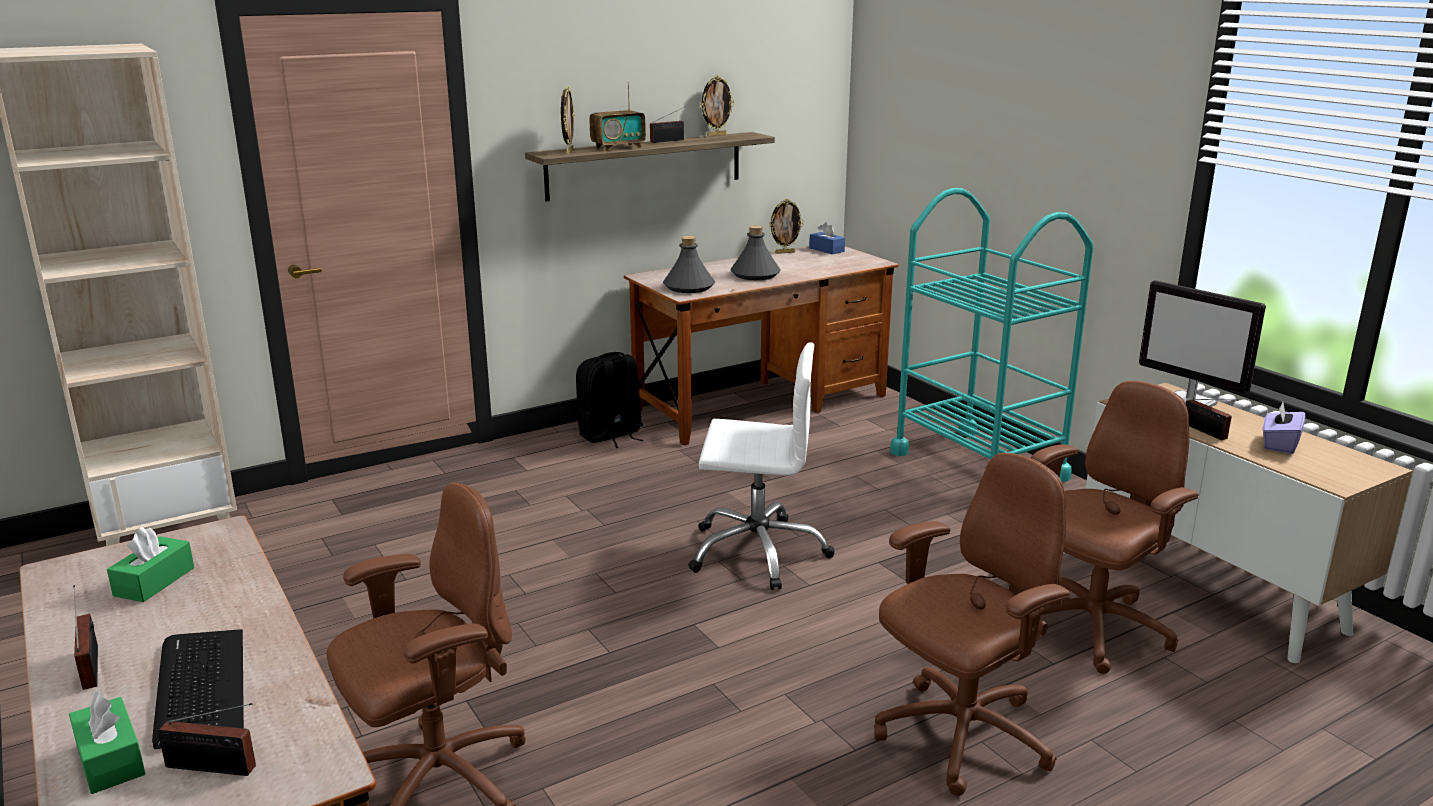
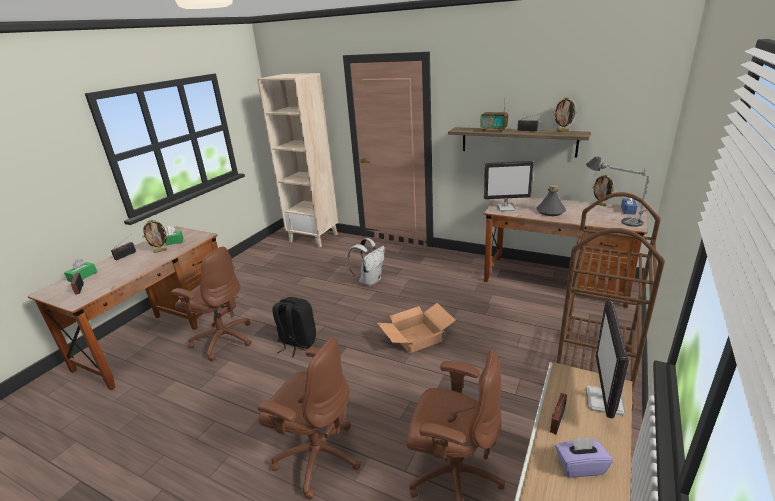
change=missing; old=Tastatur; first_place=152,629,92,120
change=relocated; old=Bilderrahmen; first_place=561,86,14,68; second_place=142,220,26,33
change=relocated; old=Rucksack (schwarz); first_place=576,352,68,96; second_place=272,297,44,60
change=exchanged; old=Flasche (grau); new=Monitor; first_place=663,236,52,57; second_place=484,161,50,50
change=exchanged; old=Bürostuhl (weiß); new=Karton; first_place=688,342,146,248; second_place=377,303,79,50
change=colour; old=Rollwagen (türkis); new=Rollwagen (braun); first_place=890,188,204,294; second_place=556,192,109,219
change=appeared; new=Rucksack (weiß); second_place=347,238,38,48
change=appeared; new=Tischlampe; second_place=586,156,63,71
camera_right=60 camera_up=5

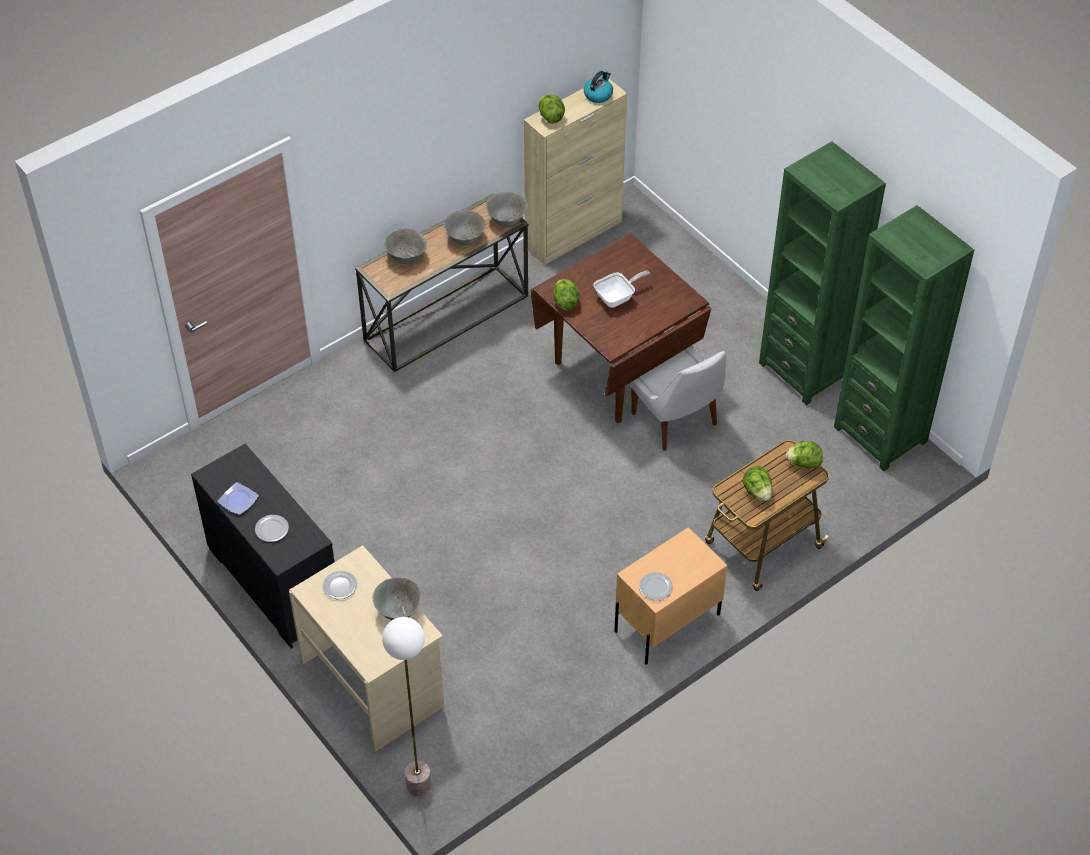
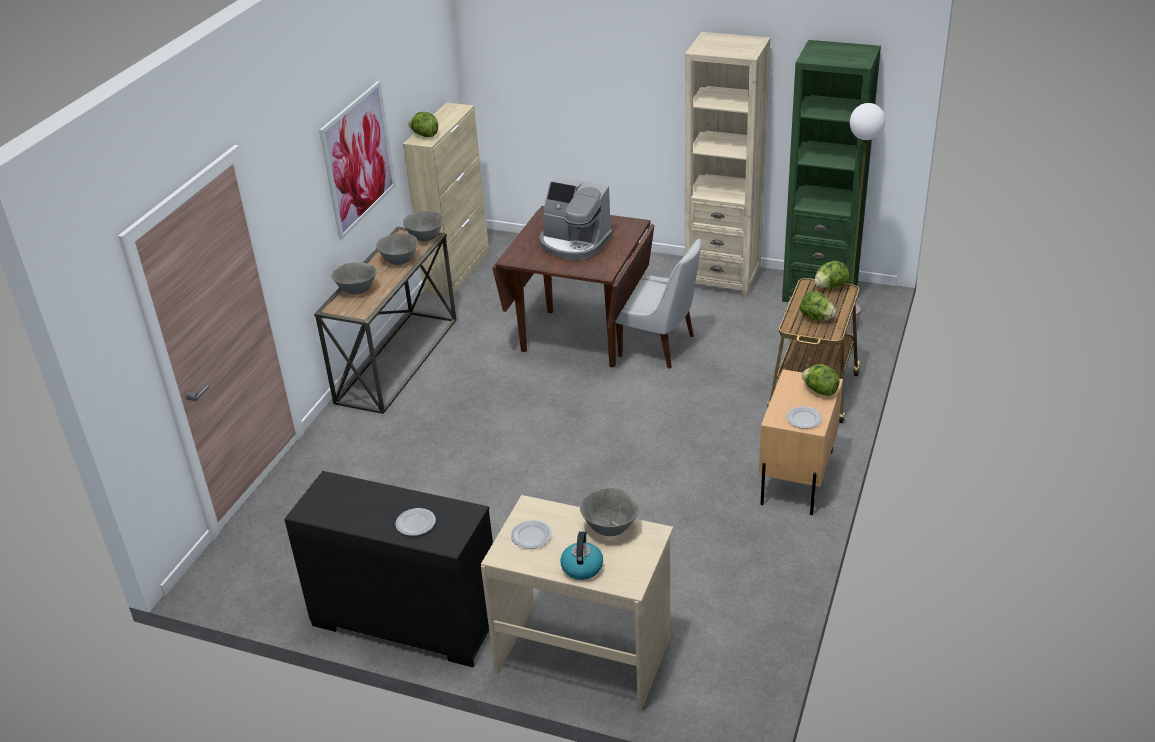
change=missing; old=Teller; first_place=217,482,42,33
change=relocated; old=Stehlampe; first_place=382,617,49,179; second_place=838,103,47,230
change=relocated; old=Salatkopf; first_place=553,279,27,31; second_place=802,364,37,32
change=relocated; old=Wasserkessel; first_place=584,71,29,32; second_place=560,531,43,49
change=exchanged; old=Pfanne; new=Kaffeemaschine; first_place=594,270,56,38; second_place=540,177,72,83
change=colour; old=Bücherregal (grün); new=Bücherregal (beige); first_place=759,141,127,264; second_place=685,32,85,266
change=appeared; new=Bild; second_place=319,81,77,158
camera_right=-30 camera_up=-15

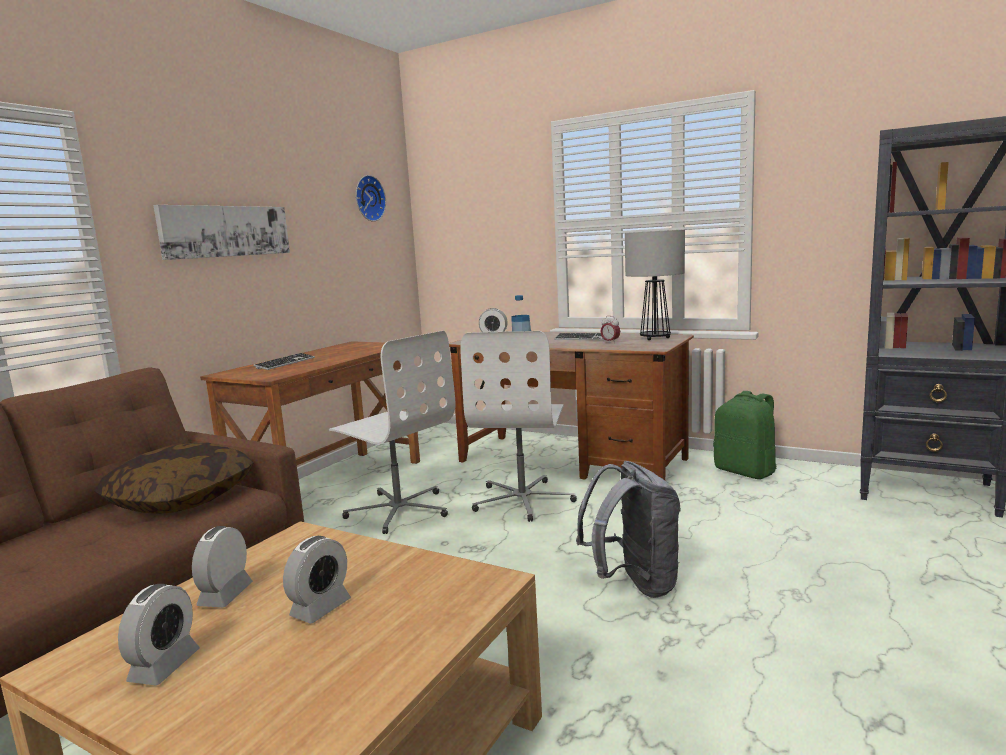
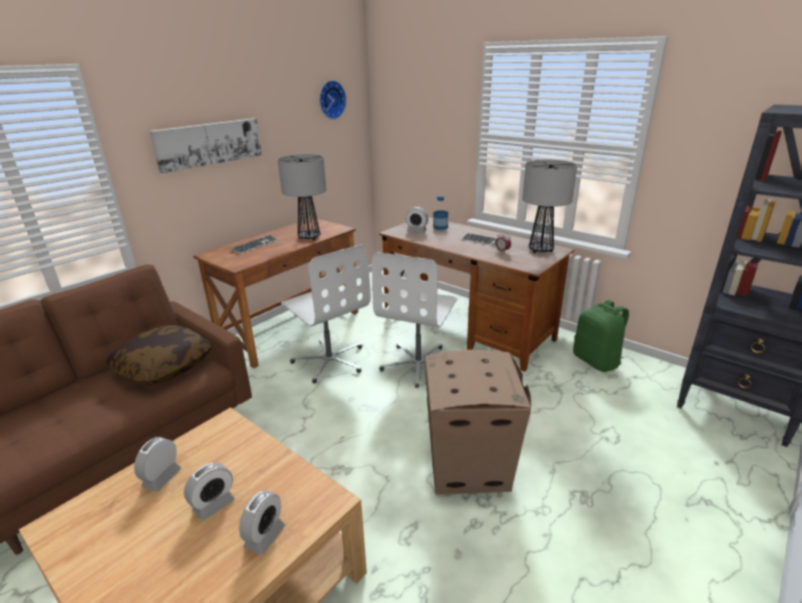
change=relocated; old=Wecker; first_place=118,584,82,101; second_place=239,490,46,65
change=exchanged; old=Rucksack (grau); new=Karton; first_place=576,461,105,137; second_place=425,350,106,145
change=appeared; new=Tischlampe; second_place=278,154,48,86
camera_right=10 camera_up=15

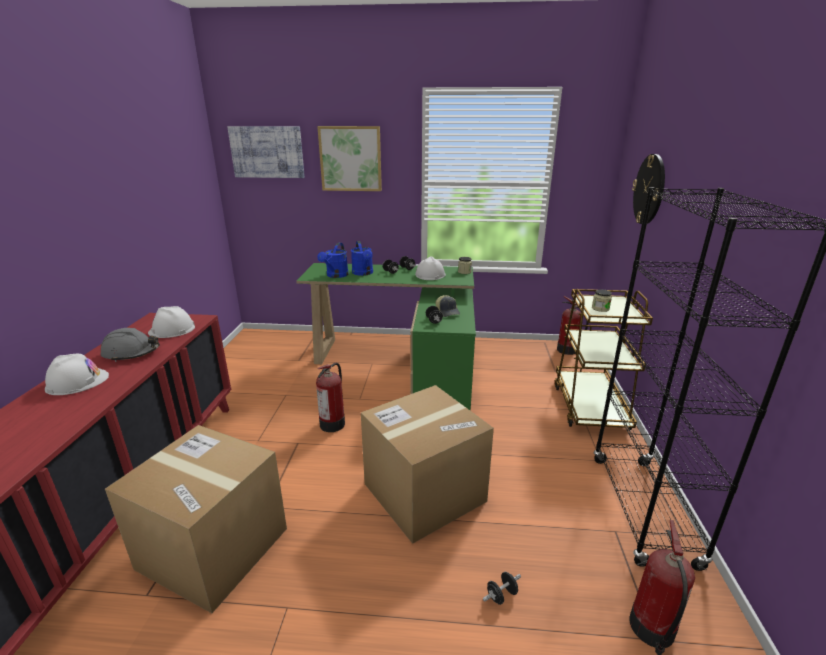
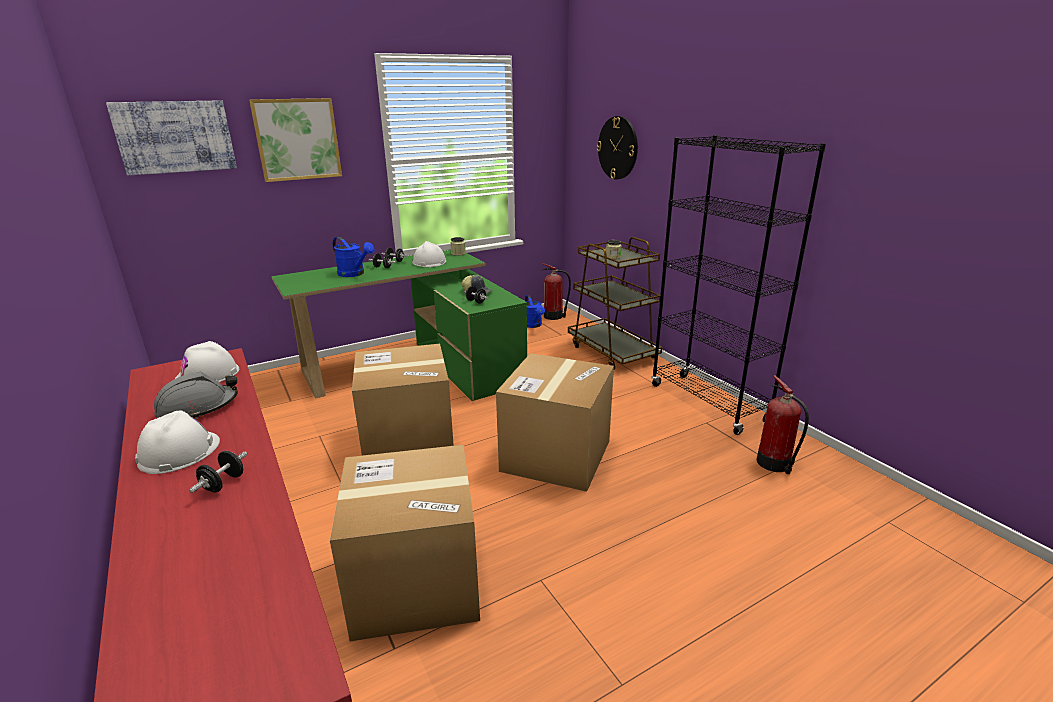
change=exchanged; old=Feuerlöscher; new=Karton; first_place=316,363,29,69; second_place=352,344,102,111
change=relocated; old=Gießkanne (blau); first_place=317,243,32,35; second_place=525,295,20,33
change=relocated; old=Hantel (schwarz); first_place=483,572,38,33; second_place=189,451,58,42
camera_right=-35 camera_up=0

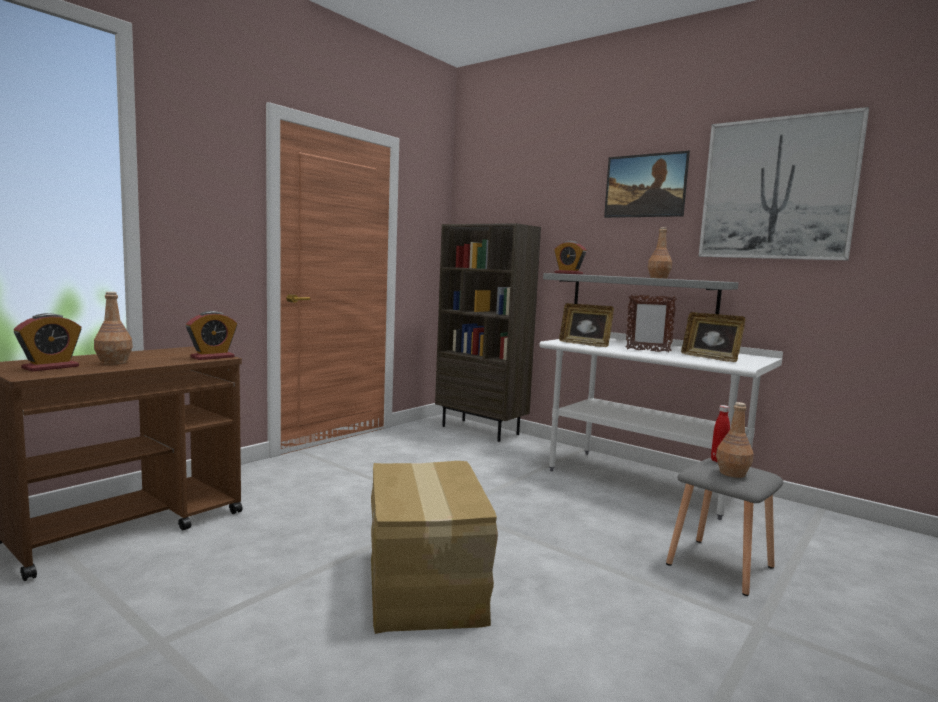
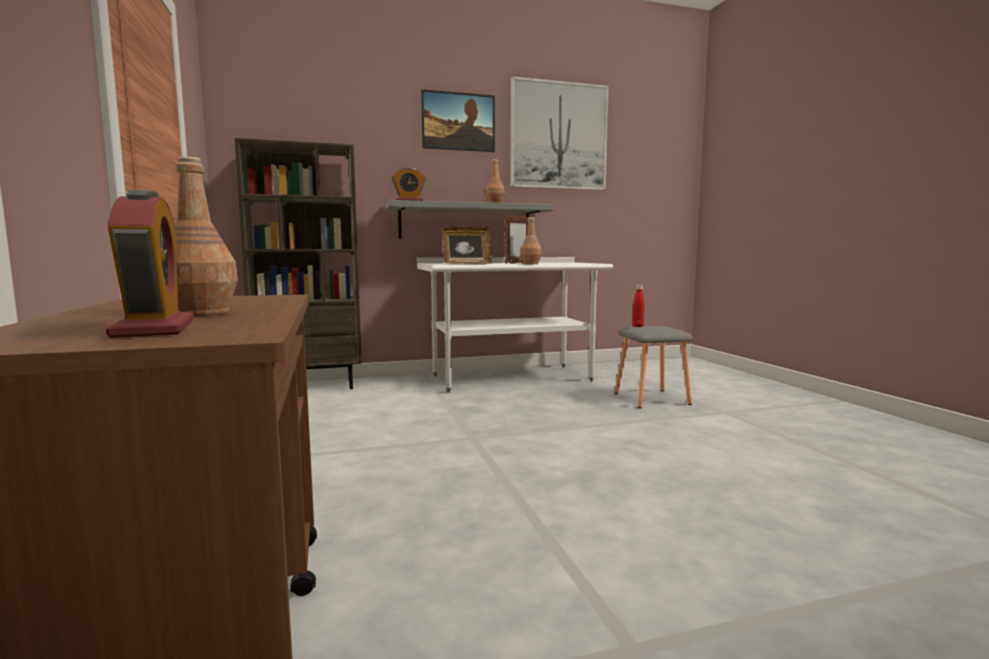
change=missing; old=Wecker; first_place=186,311,51,49
change=missing; old=Karton; first_place=371,461,127,173
change=missing; old=Bilderrahmen; first_place=681,312,64,50
change=relocated; old=Flasche (braun); first_place=716,402,38,76; second_place=520,217,22,47
camera_right=-55 camera_up=0

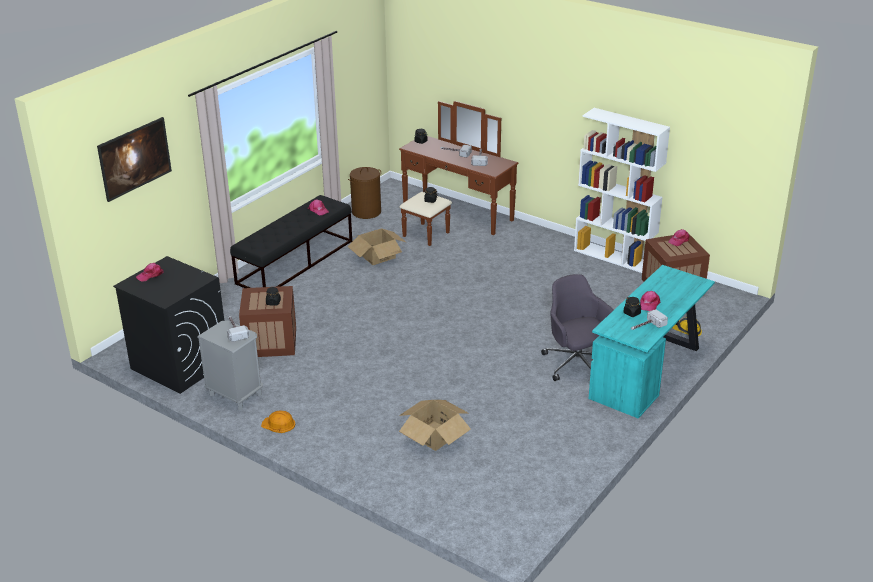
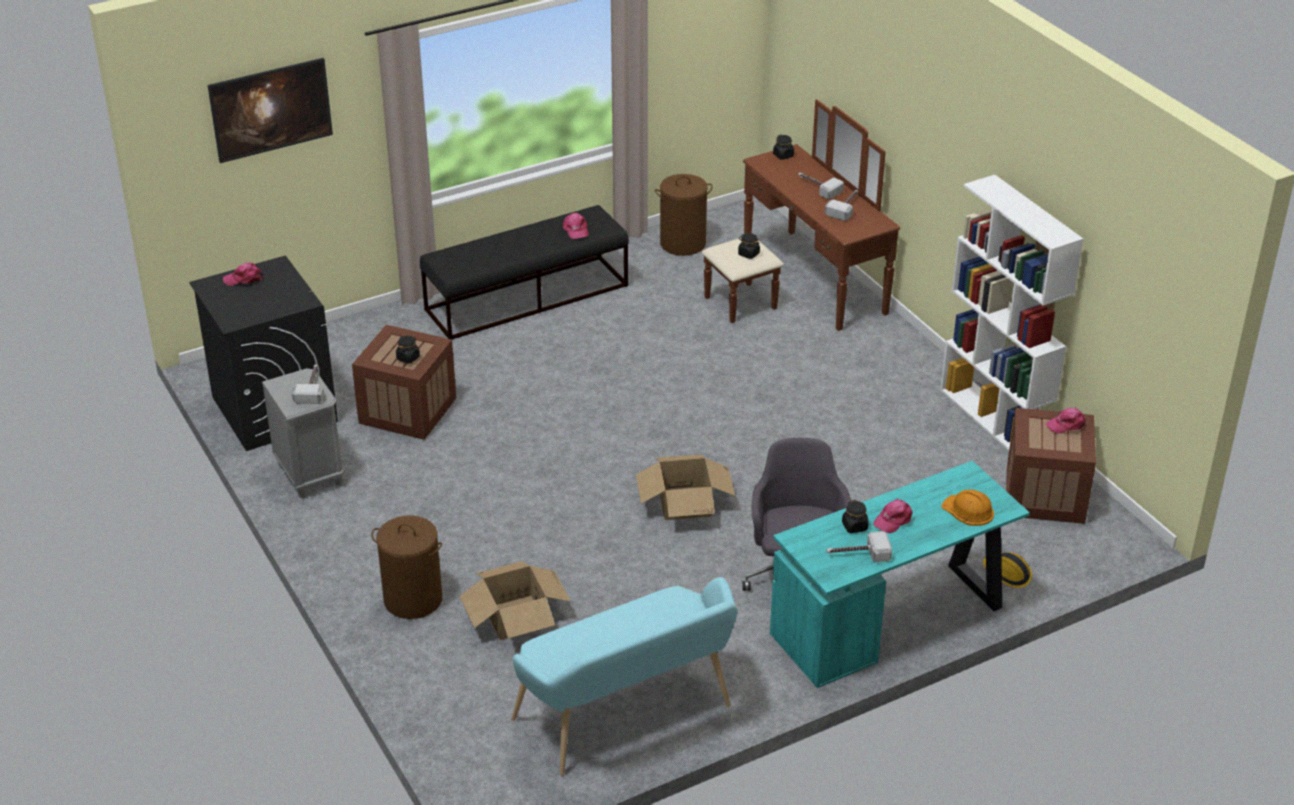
change=relocated; old=Schutzhelm (orange); first_place=261,410,34,23; second_place=941,490,53,36
change=relocated; old=Karton; first_place=347,228,60,37; second_place=636,454,99,66
change=appeared; new=Wäschekorb (braun); second_place=371,515,71,104
change=appeared; new=Bank (türkis); second_place=511,577,227,199
camera_right=25 camera_up=5

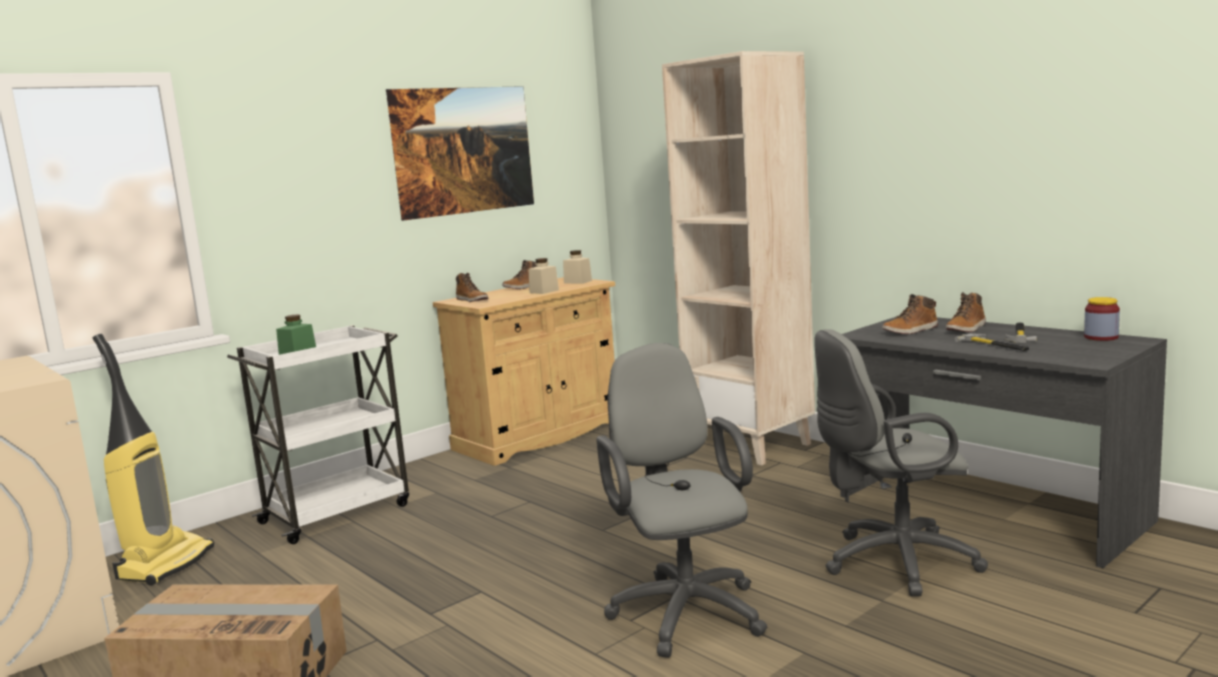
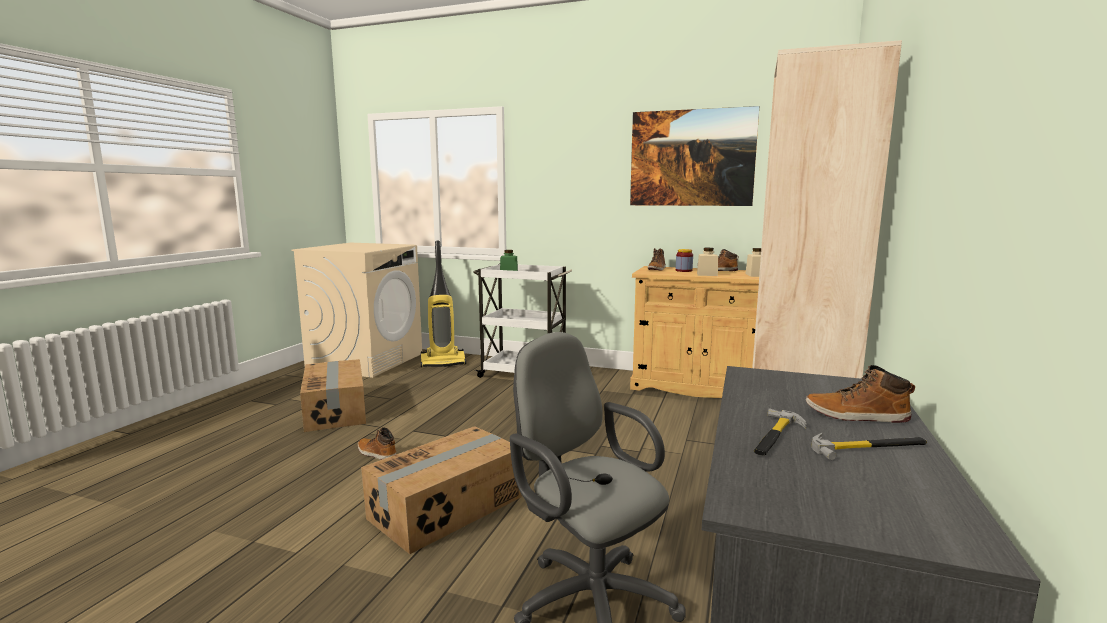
change=exchanged; old=Bürostuhl (grau); new=Karton; first_place=596,343,171,315; second_place=361,426,161,128
change=relocated; old=Stiefel; first_place=882,294,56,40; second_place=358,427,39,33
change=relocated; old=Vorratsglas; first_place=1084,297,36,44; second_place=676,249,17,23
camera_right=60 camera_up=0

